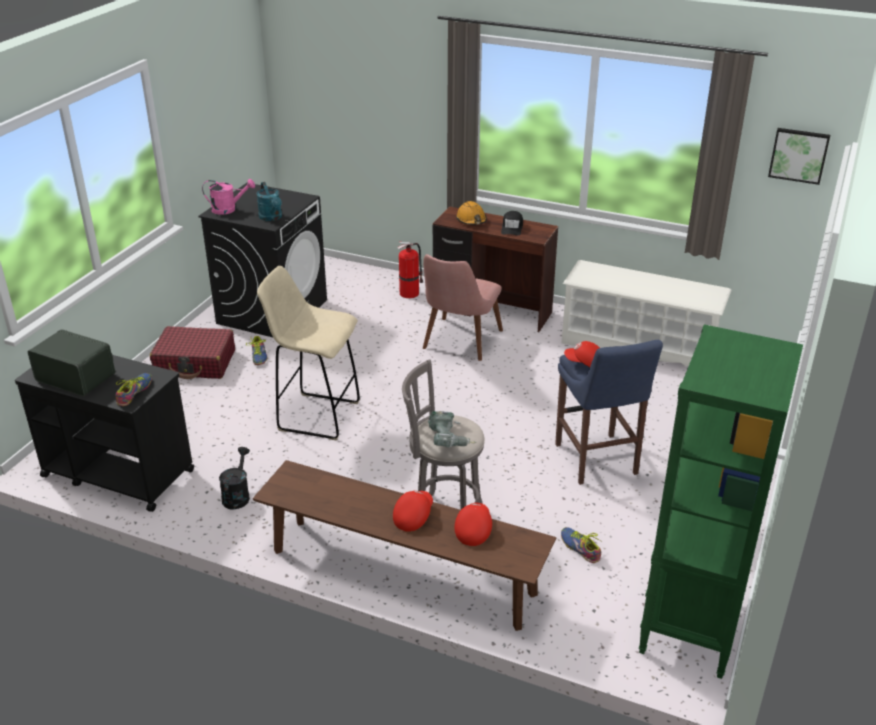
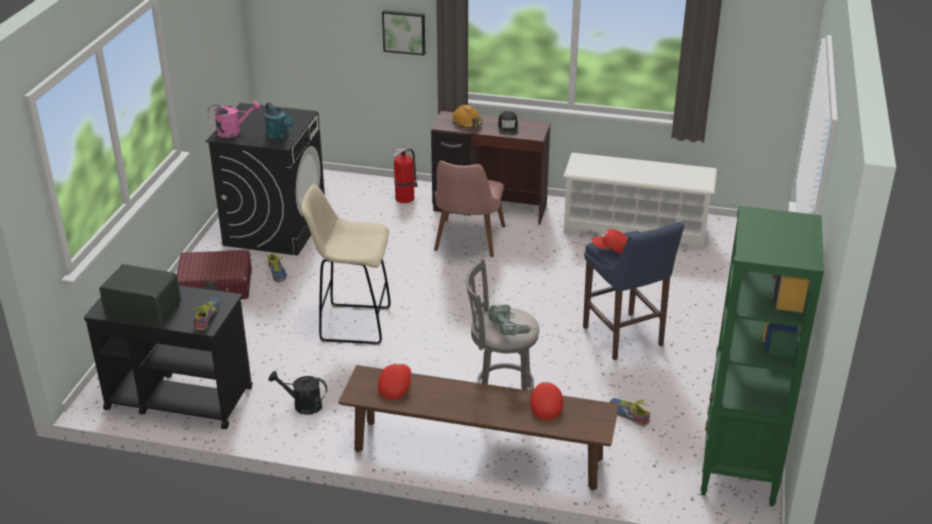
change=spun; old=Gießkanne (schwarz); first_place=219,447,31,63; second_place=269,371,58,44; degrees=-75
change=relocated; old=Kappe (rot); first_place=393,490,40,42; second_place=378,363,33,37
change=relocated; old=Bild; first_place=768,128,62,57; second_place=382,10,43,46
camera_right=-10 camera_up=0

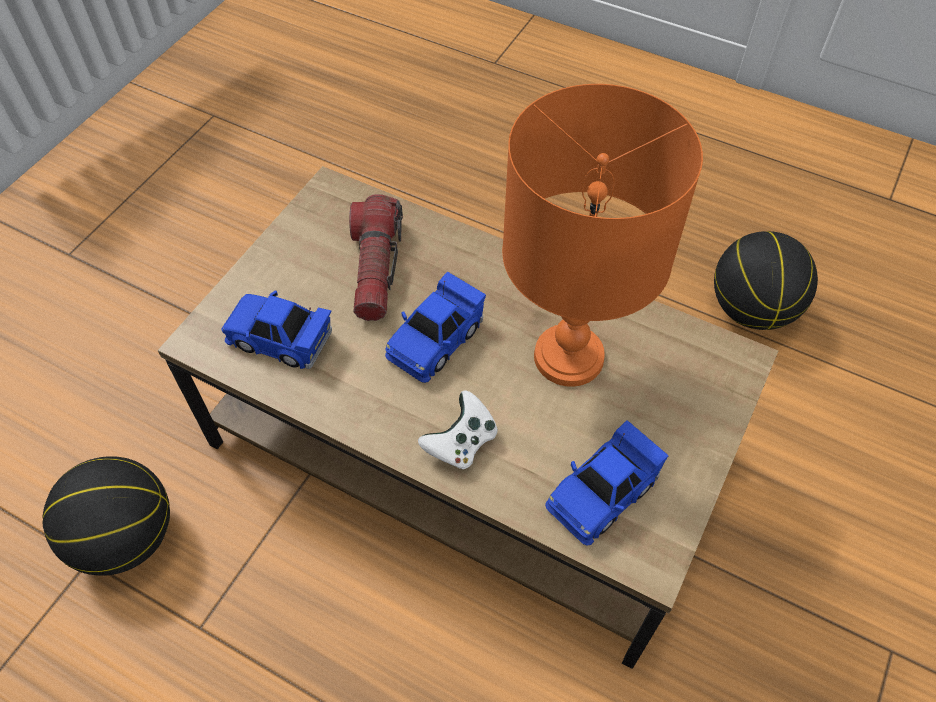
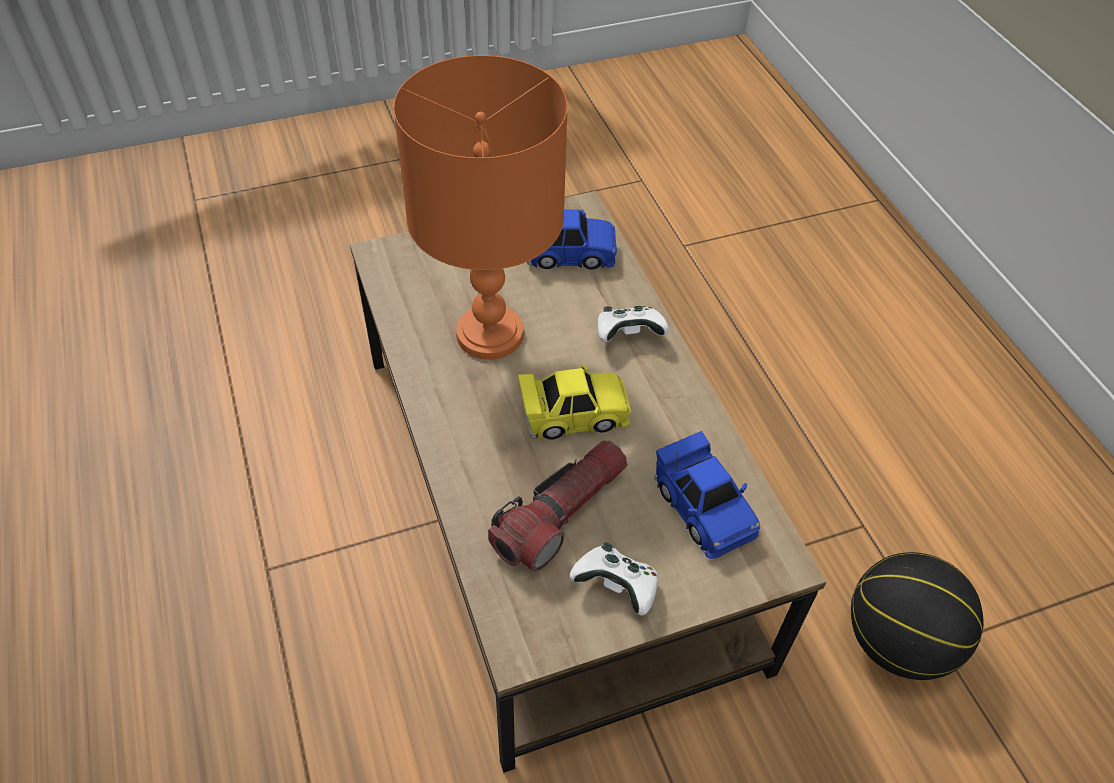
change=colour; old=Spielzeugauto (blau); new=Spielzeugauto (gelb); first_place=385,271,101,112; second_place=518,364,113,76
change=missing; old=Basketball; first_place=714,231,104,99
change=appeared; new=Gamepad (weiß); second_place=570,542,88,74
camera_right=-140 camera_up=-5

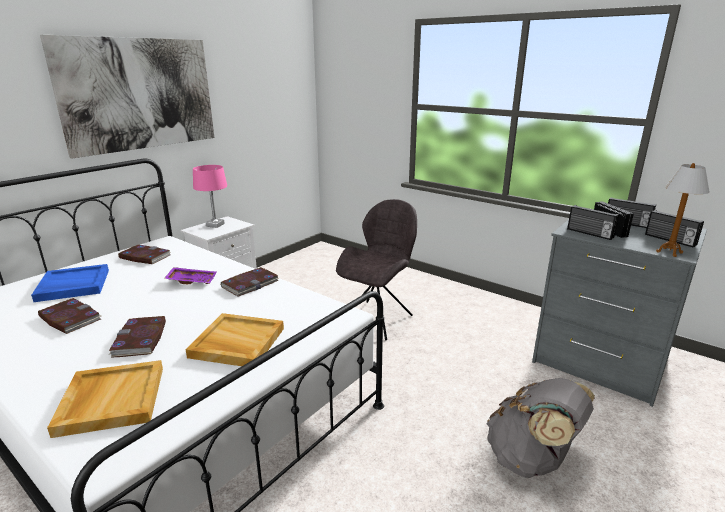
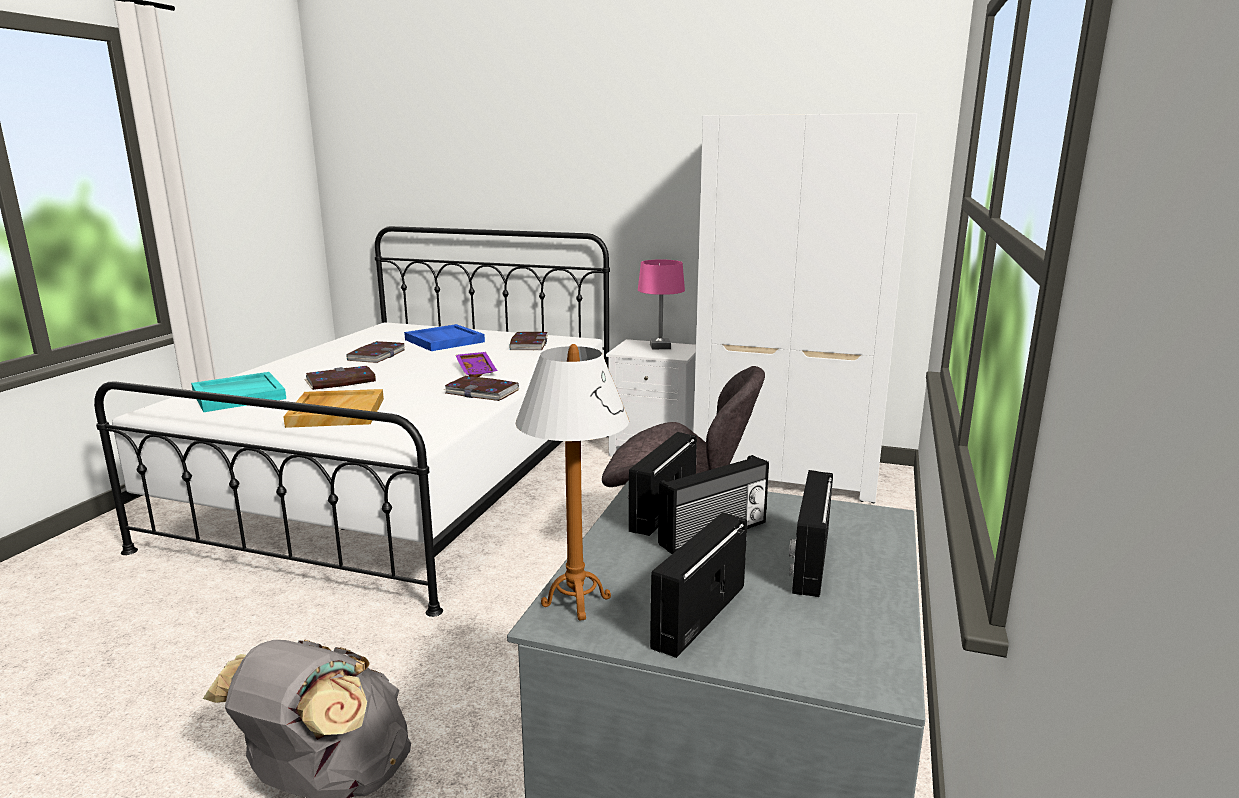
change=missing; old=Bild; first_place=40,35,174,123
change=colour; old=Tablett (beige); new=Tablett (türkis); first_place=47,360,116,78; second_place=191,372,95,40
change=appeared; new=Kleiderschrank (weiß); second_place=693,113,224,390
camera_right=70 camera_up=-5

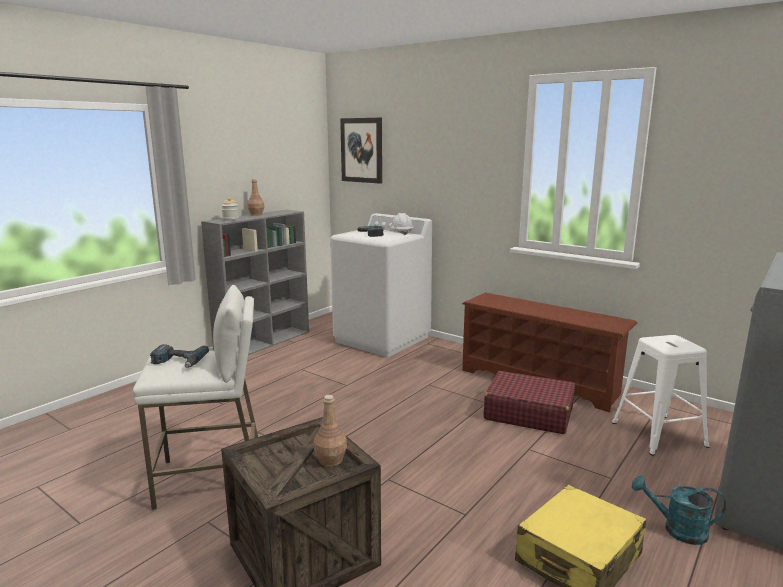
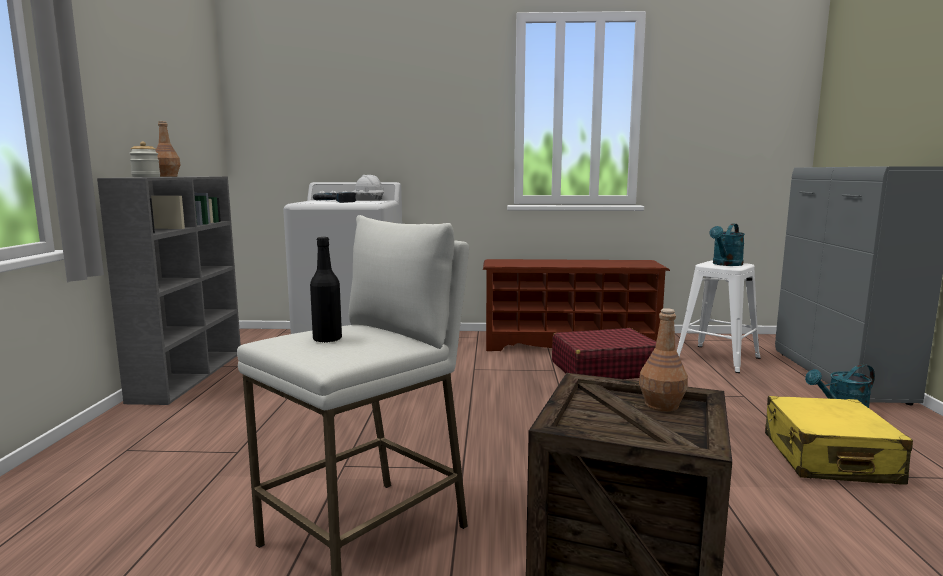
change=exchanged; old=Bohrmaschine; new=Flasche (schwarz); first_place=150,344,59,24; second_place=310,237,32,106
change=missing; old=Bild; first_place=340,118,42,66
change=appeared; new=Gießkanne (türkis); second_place=710,223,35,43
camera_right=-35 camera_up=-5

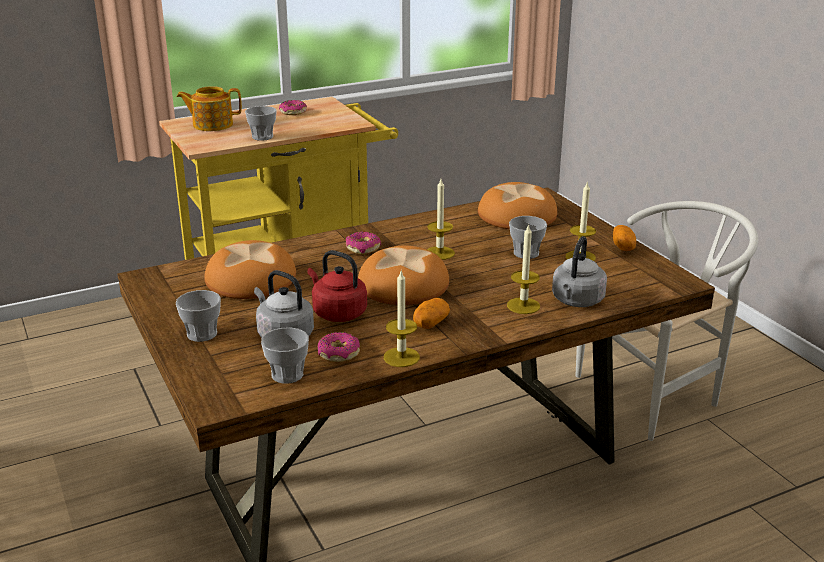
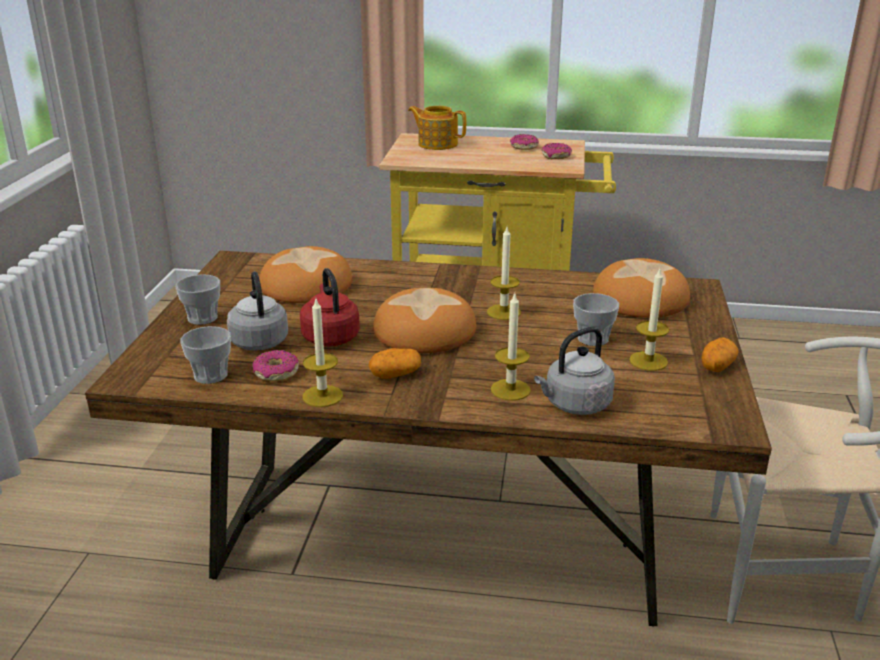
change=missing; old=Tasse; first_place=245,106,32,35
change=relocated; old=Donut; first_place=346,231,35,24; second_place=542,143,30,16
camera_right=35 camera_up=0

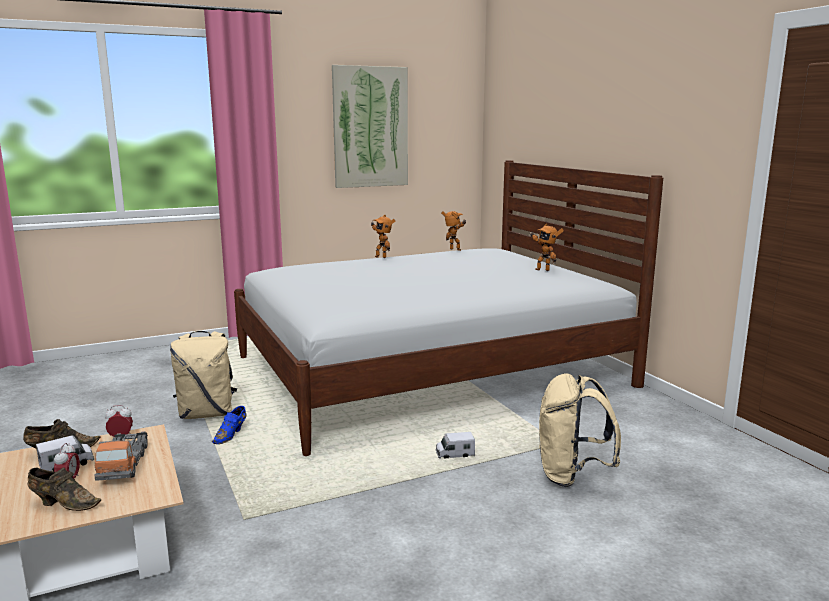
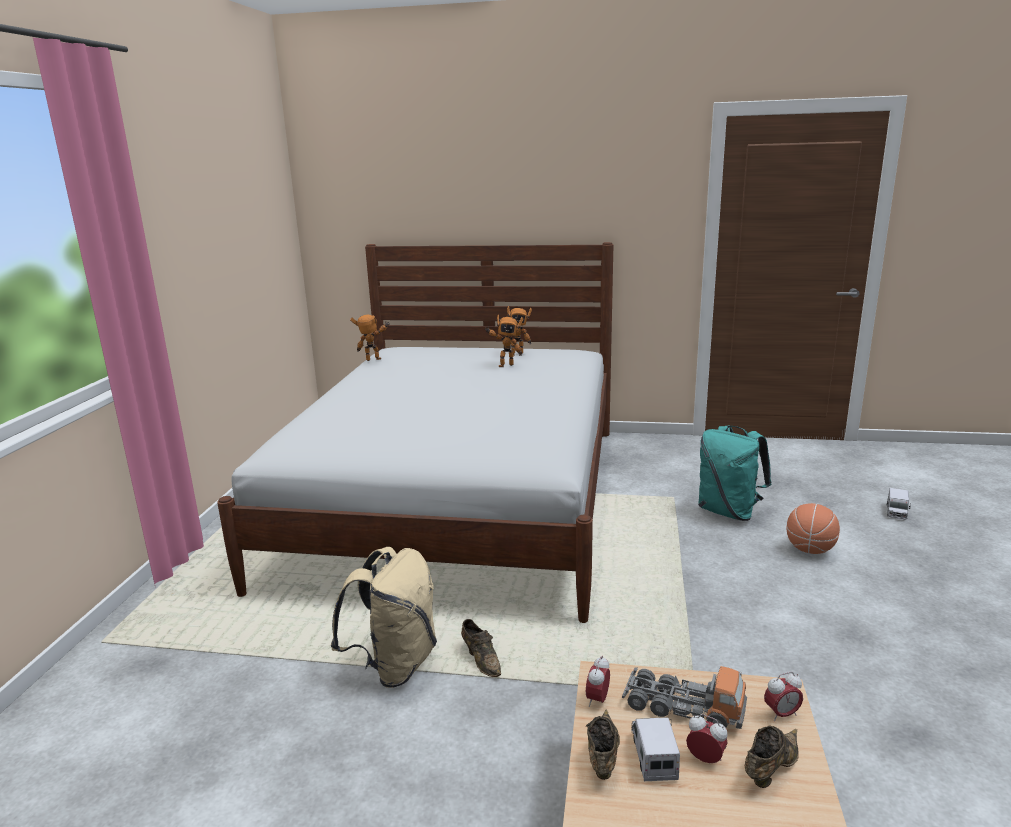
change=colour; old=Schuh (blau); new=Schuh (braun); first_place=212,406,35,38; second_place=461,619,40,58
change=missing; old=Bild; first_place=332,65,76,123
change=relocated; old=Spielzeugroboter; first_place=371,215,24,43; second_place=484,315,39,52
change=relocated; old=Spielzeuglaster; first_place=436,432,39,27; second_place=887,488,24,32
change=colour; old=Rucksack (beige); new=Rucksack (türkis); first_place=539,373,82,114; second_place=698,425,73,96
change=appeared; new=Wecker; second_place=764,672,39,49
change=appeared; new=Basketball; second_place=786,503,54,51
camera_right=-55 camera_up=5

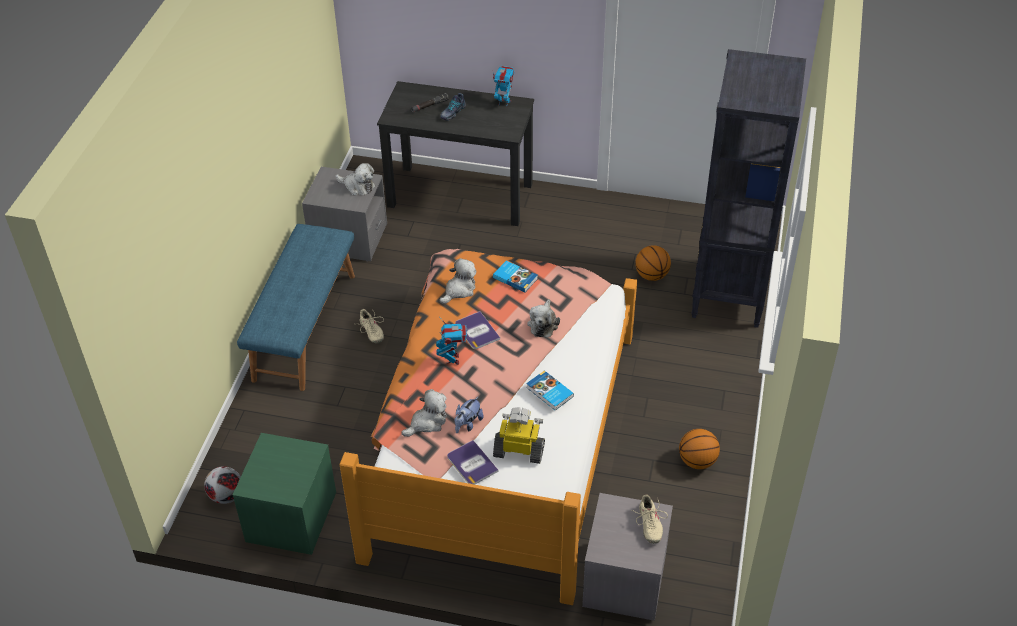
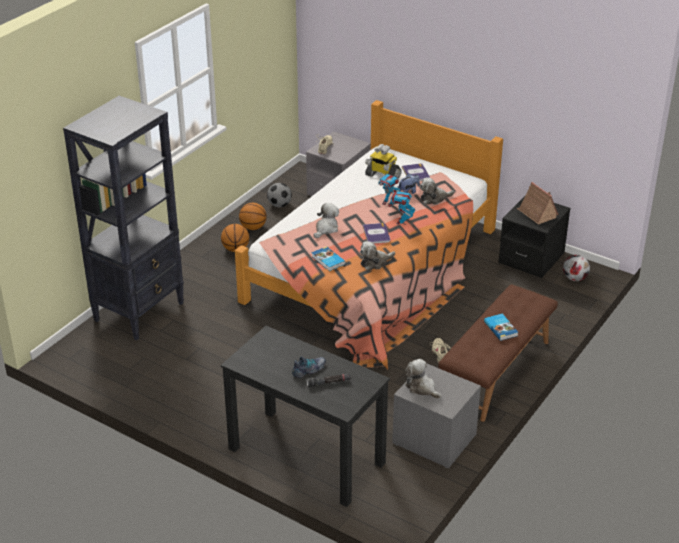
change=colour; old=Nachttisch (grün); new=Nachttisch (schwarz); first_place=233,433,103,122; second_place=498,195,72,83
change=colour; old=Bank (blau); new=Bank (braun); first_place=237,224,118,167; second_place=438,284,120,138
change=relocated; old=Spielzeugroboter; first_place=493,66,22,41; second_place=378,168,23,39
change=relocated; old=Buch; first_place=526,370,48,40; second_place=484,314,34,27
change=relocated; old=Basketball; first_place=635,245,36,36; second_place=221,224,28,28
change=appeared; new=Fußball; second_place=267,183,25,24
change=appeared; new=Spielzeughaus; second_place=516,182,43,43
camera_right=-160 camera_up=-10

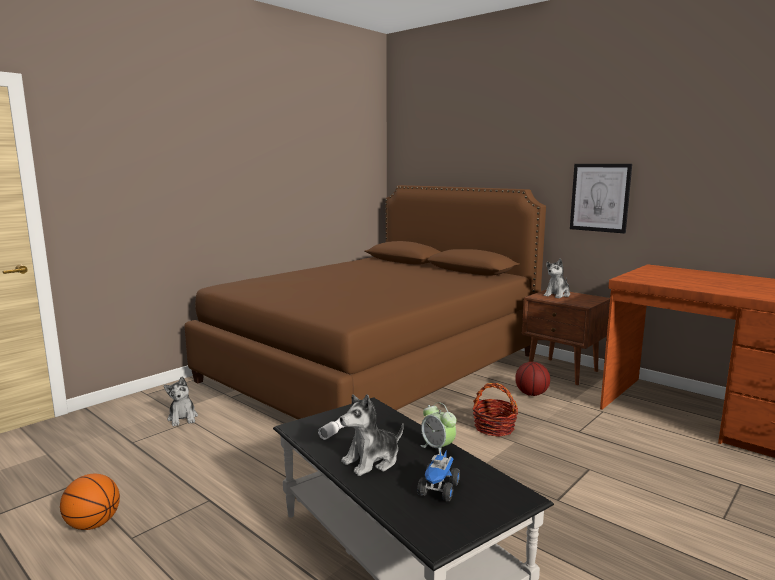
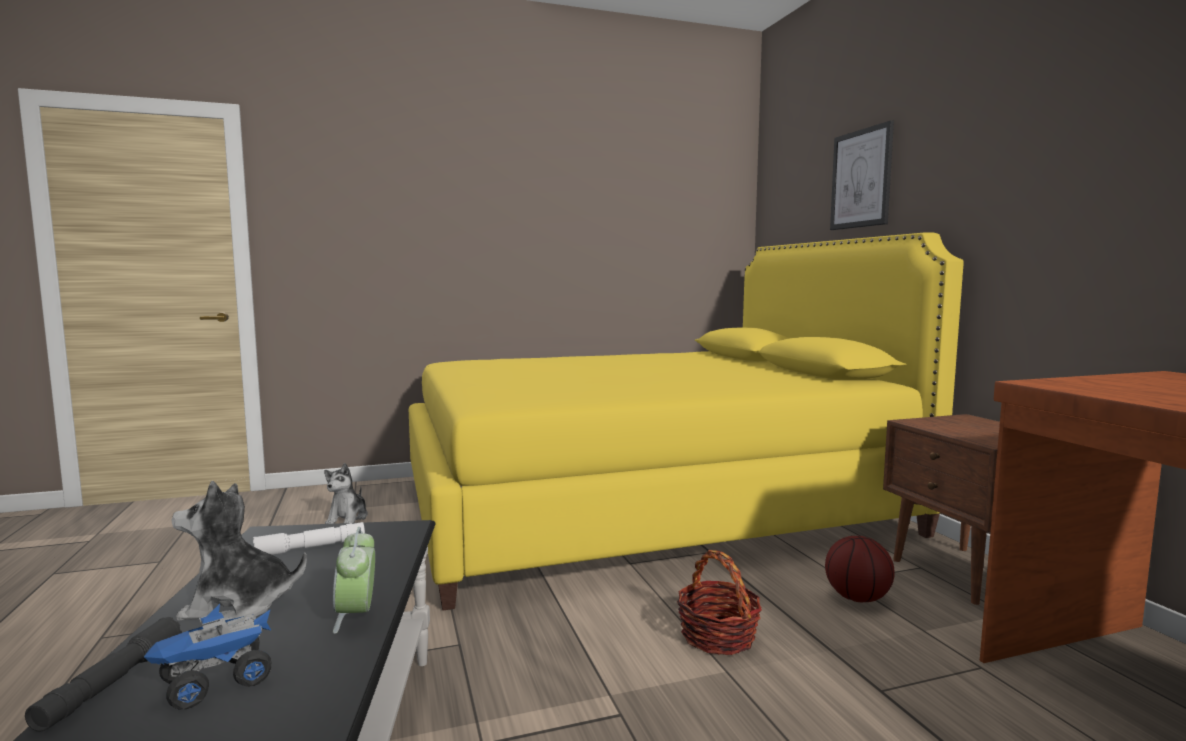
change=missing; old=Basketball; first_place=60,474,60,56
change=colour; old=Bett (braun); new=Bett (gelb); first_place=184,185,362,234; second_place=408,232,556,379
change=missing; old=Plüschtier; first_place=544,258,26,40
change=relocated; old=Bild; first_place=570,164,62,70; second_place=830,120,64,110
change=appeared; new=Taschenlampe (grau); second_place=25,617,157,115
camera_right=30 camera_up=-5

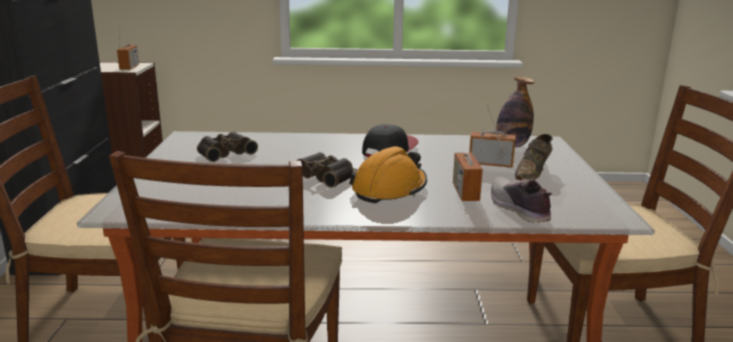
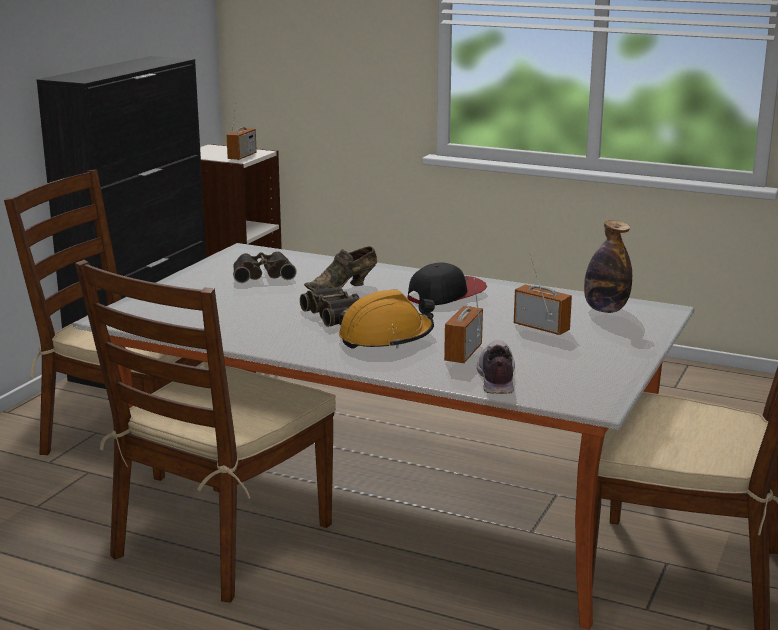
change=relocated; old=Schuh (braun); first_place=515,134,38,46; second_place=304,247,73,44
camera_right=25 camera_up=0

